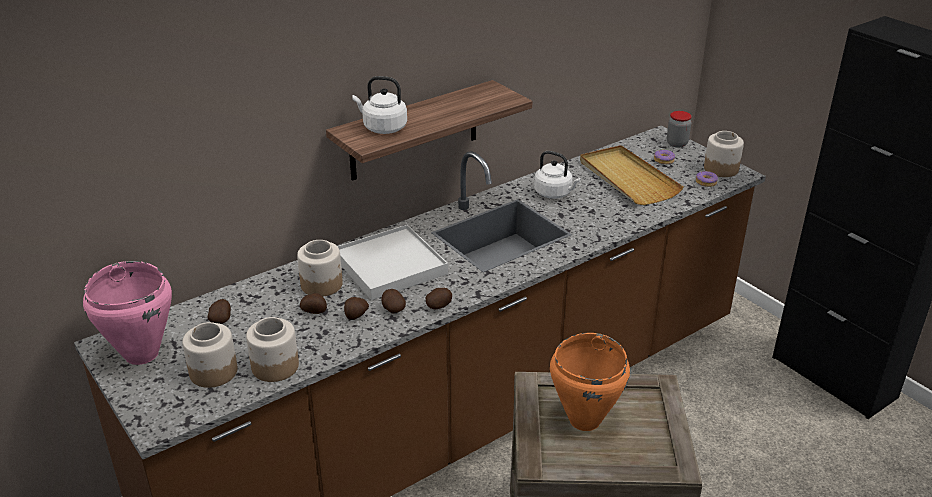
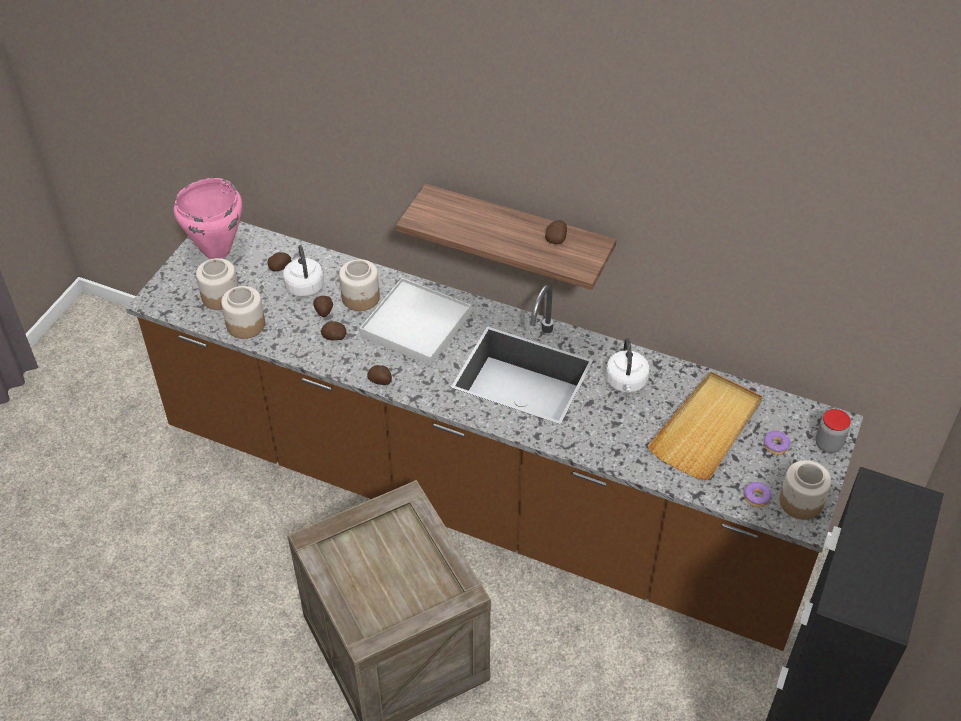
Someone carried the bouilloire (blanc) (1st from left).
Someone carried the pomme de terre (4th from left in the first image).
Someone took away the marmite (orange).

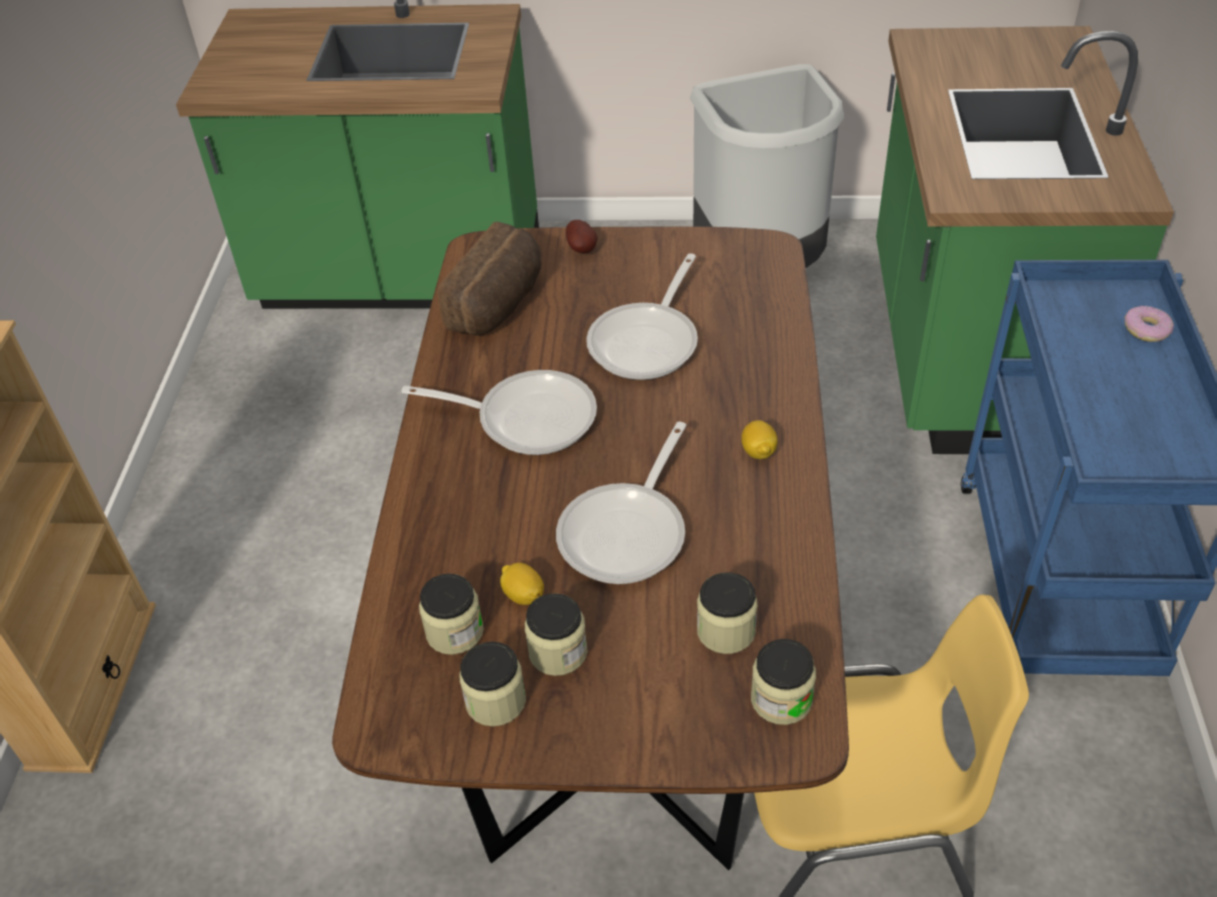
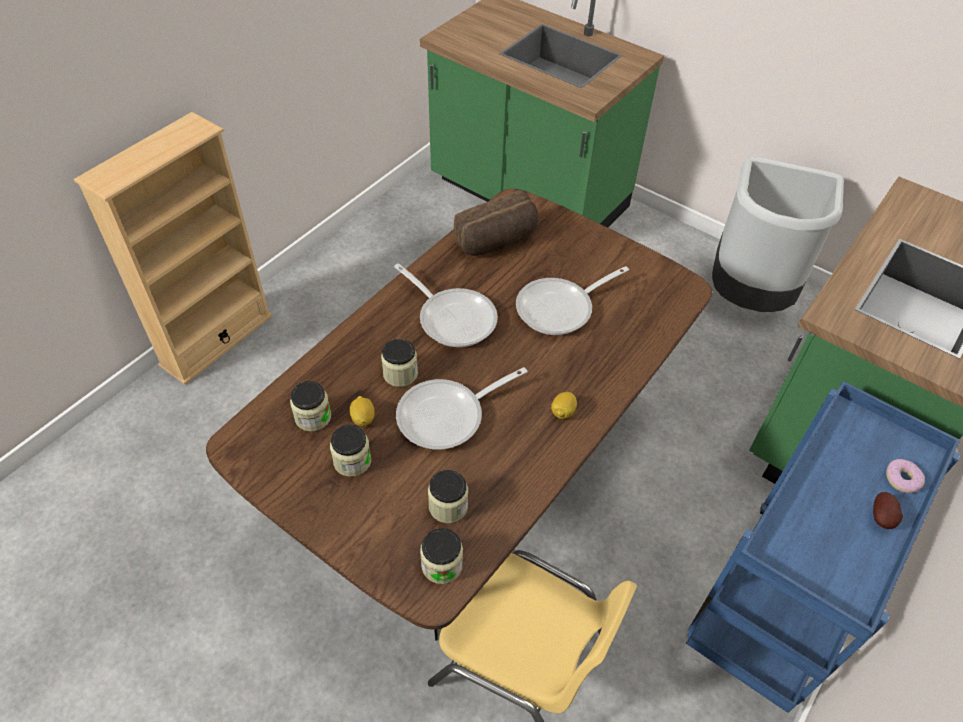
Someone carried the bocal (2nd from left in the first image).
Someone carried the pomme de terre.

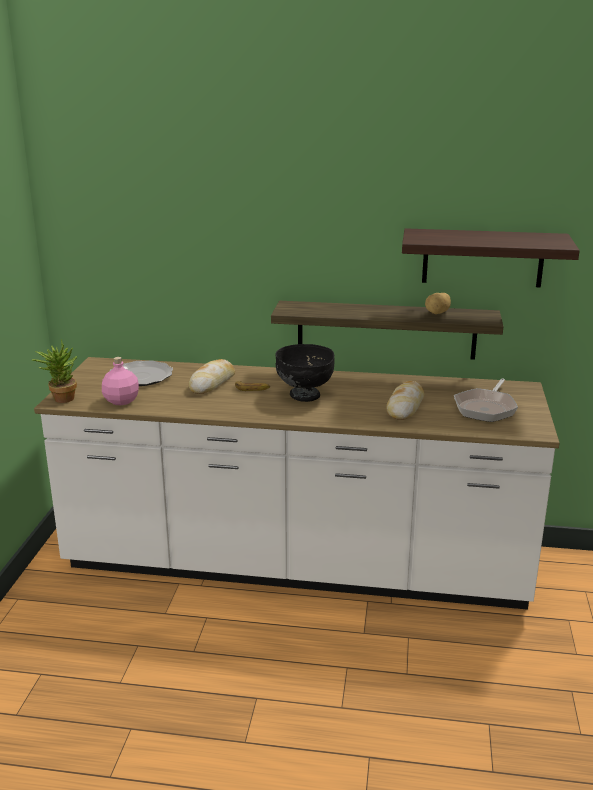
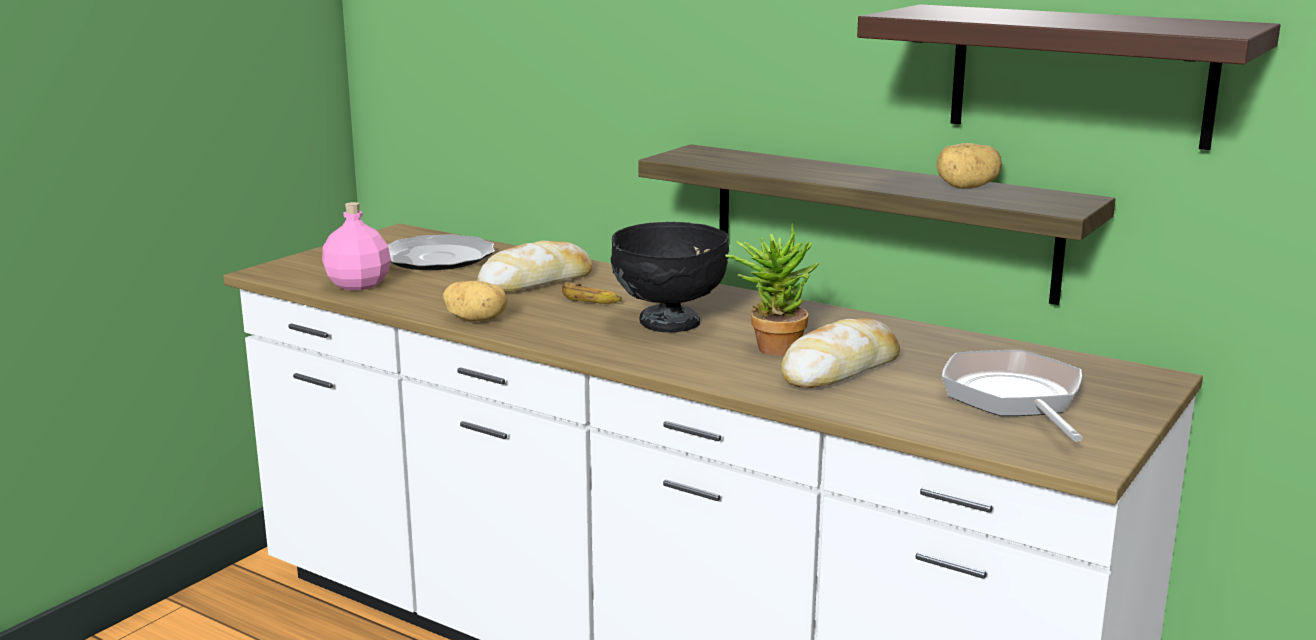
Someone put down the pomme de terre (1st from left).
Someone carried the plante en pot.
Someone rotated the poêle by 120 degrees clockwise.

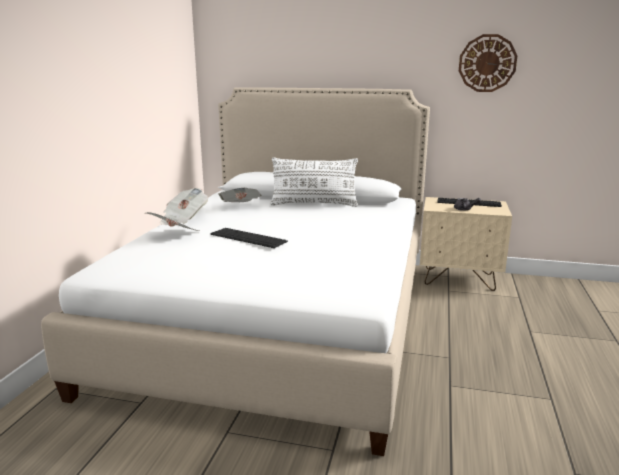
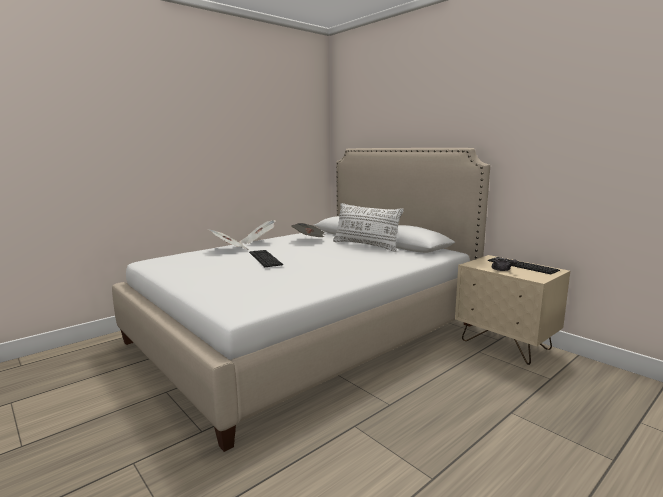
Someone took away the horloge murale.

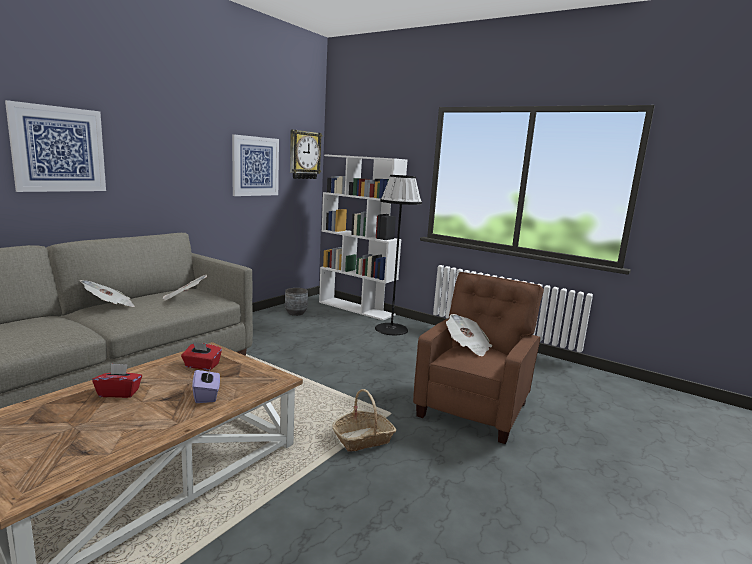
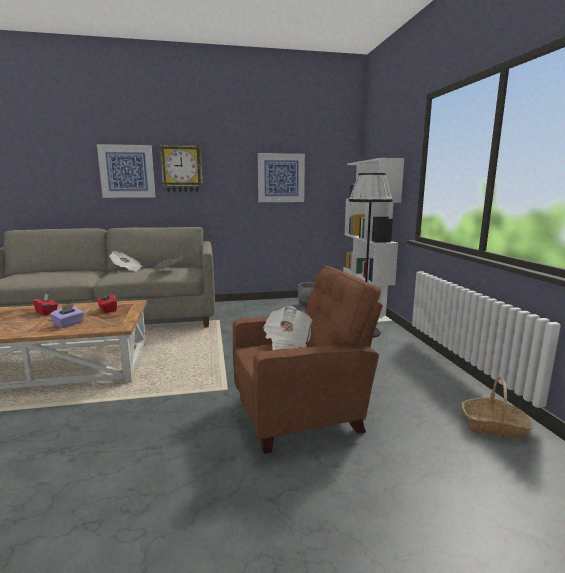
Someone carried the horloge murale.
Someone carried the panier.

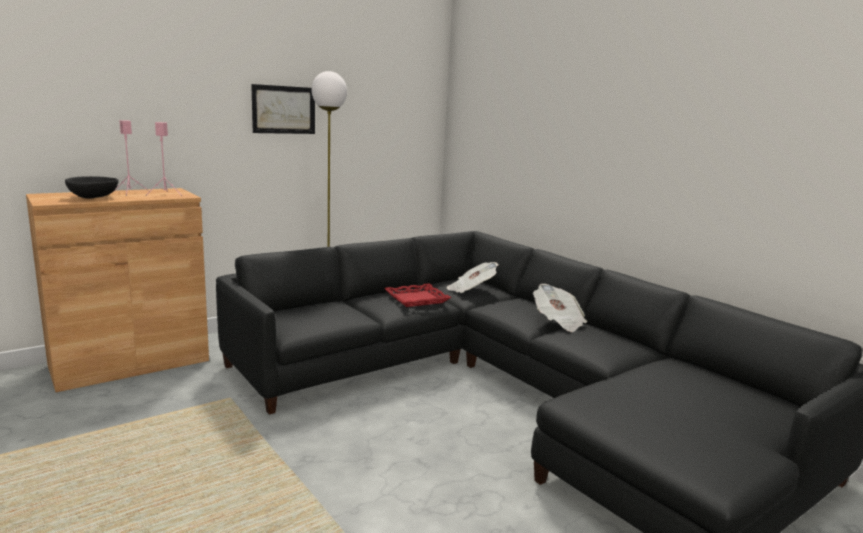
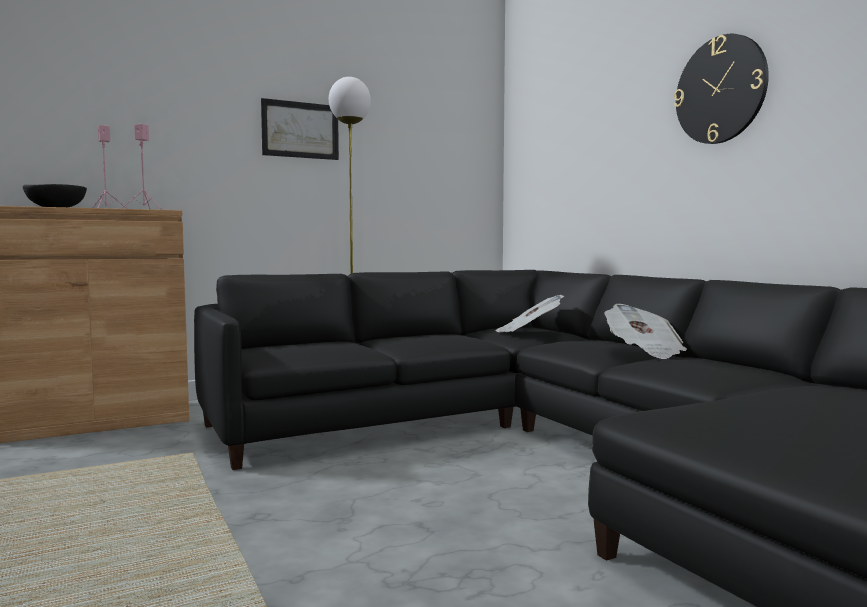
Someone put up the horloge murale.
Someone took away the plateau (rouge).

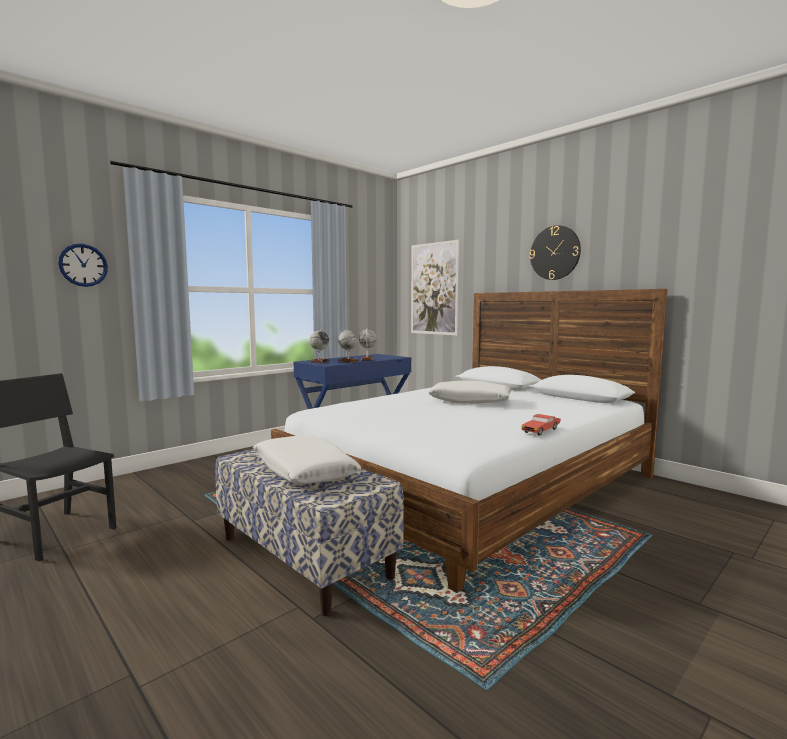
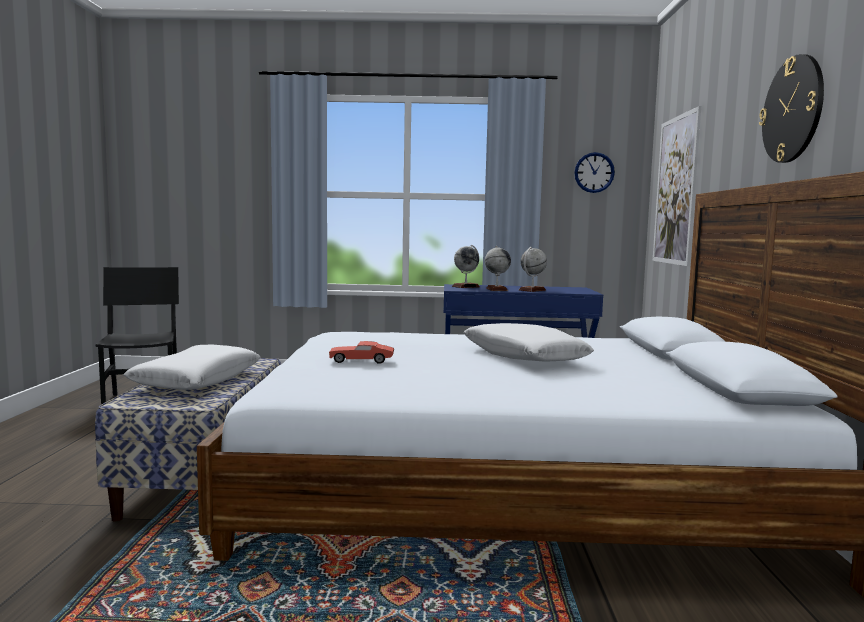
Someone carried the petite voiture (rouge).
Someone carried the horloge murale (1st from left).

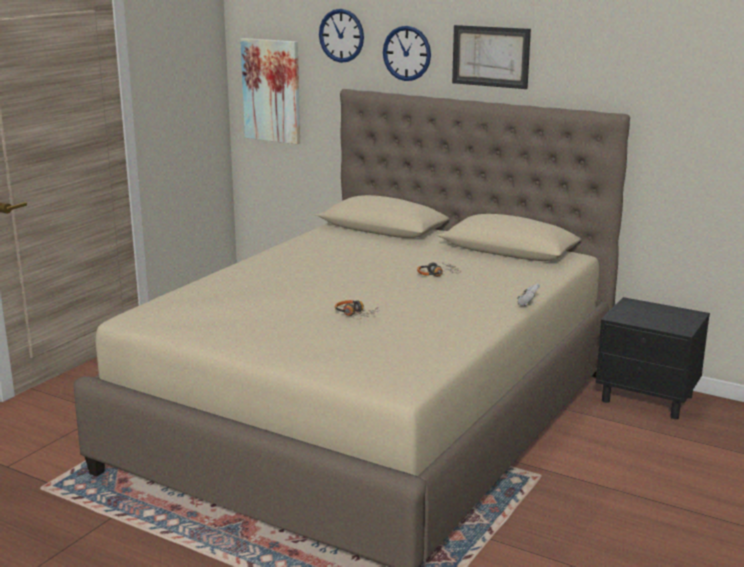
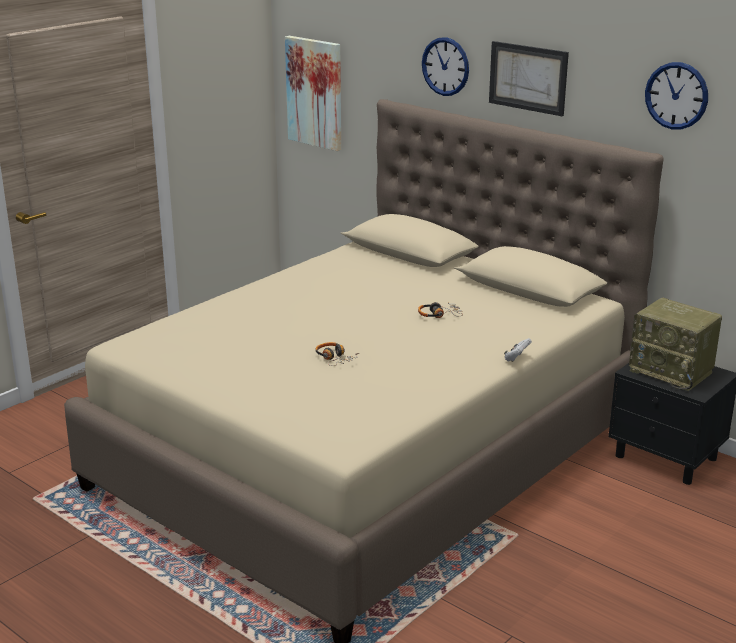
Someone put down the radio.
Someone carried the horloge murale (1st from left in the first image).

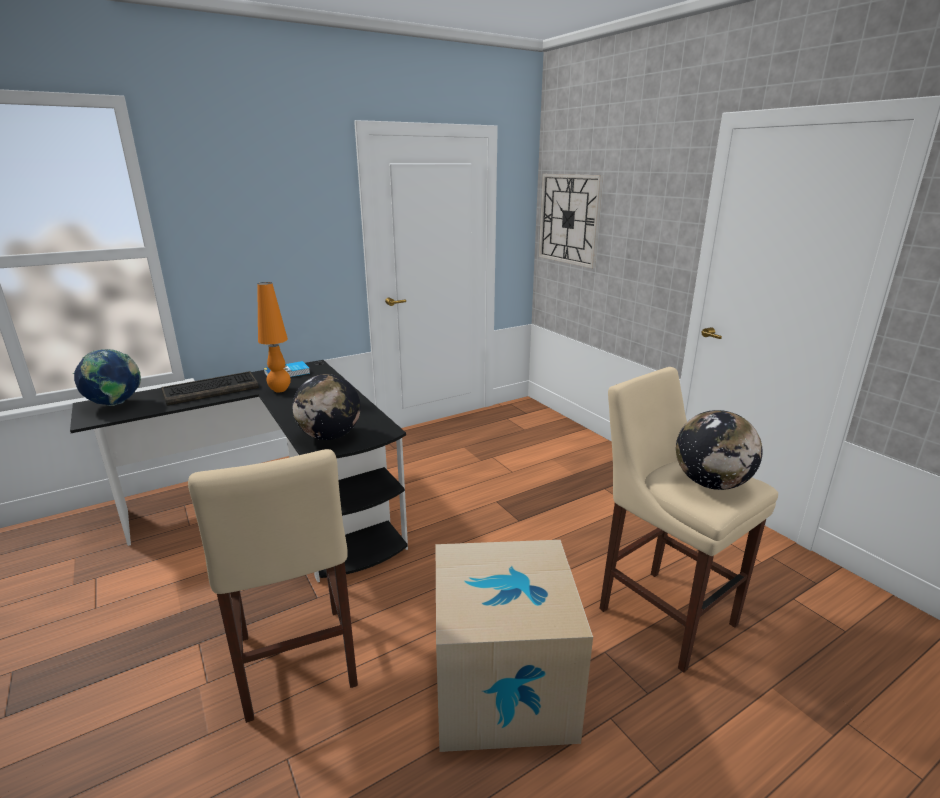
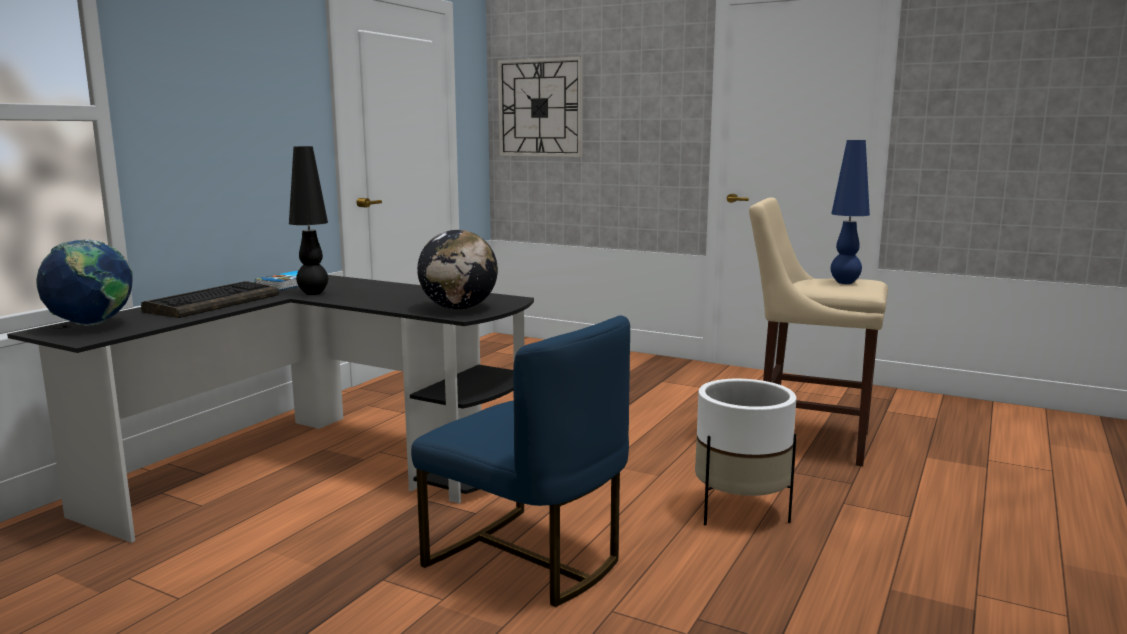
Someone repainted the lampe de table (orange), which became the lampe de table (noir).
Someone swapped the tabouret (beige) (1st from left) for the chaise (bleu).
Someone swapped the carton for the cache-pot (blanc).
Someone swapped the globe (3rd from left) for the lampe de table (bleu).

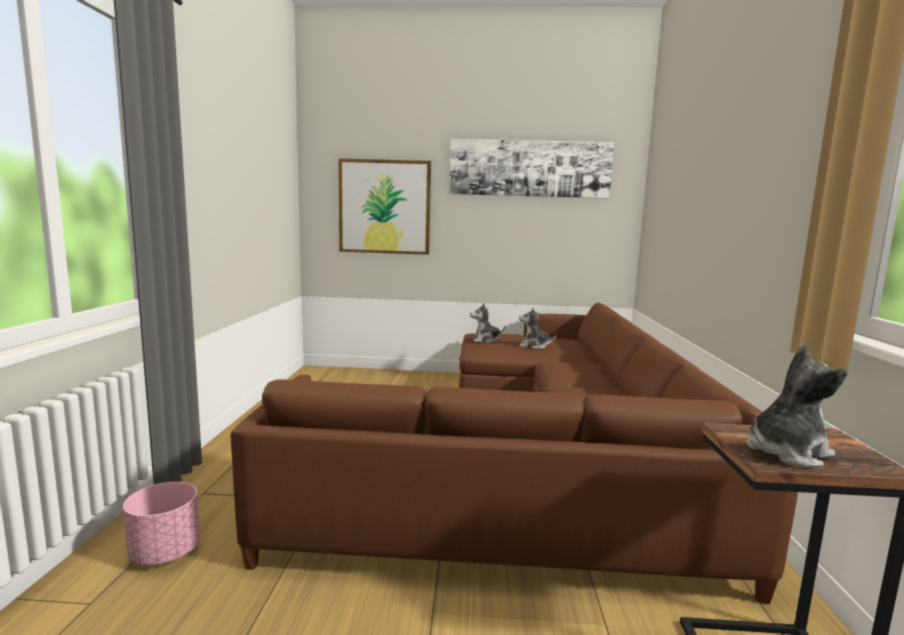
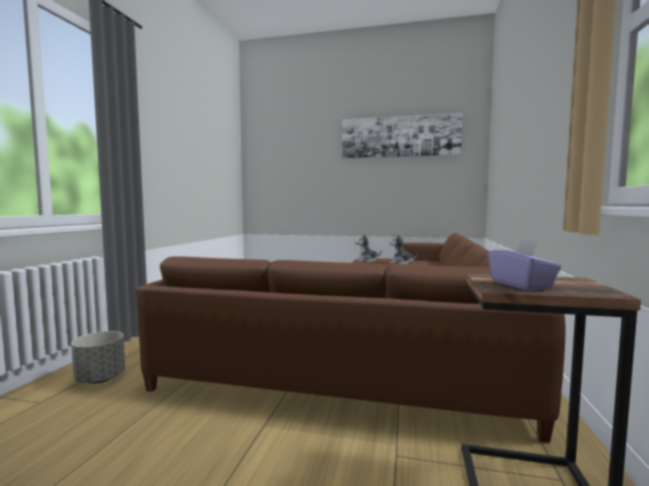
Someone repainted the cache-pot (rose), which became the cache-pot (gris).
Someone swapped the peluche (3rd from left) for the boîte à mouchoirs (violet).
Someone took away the tableau (1st from left).

